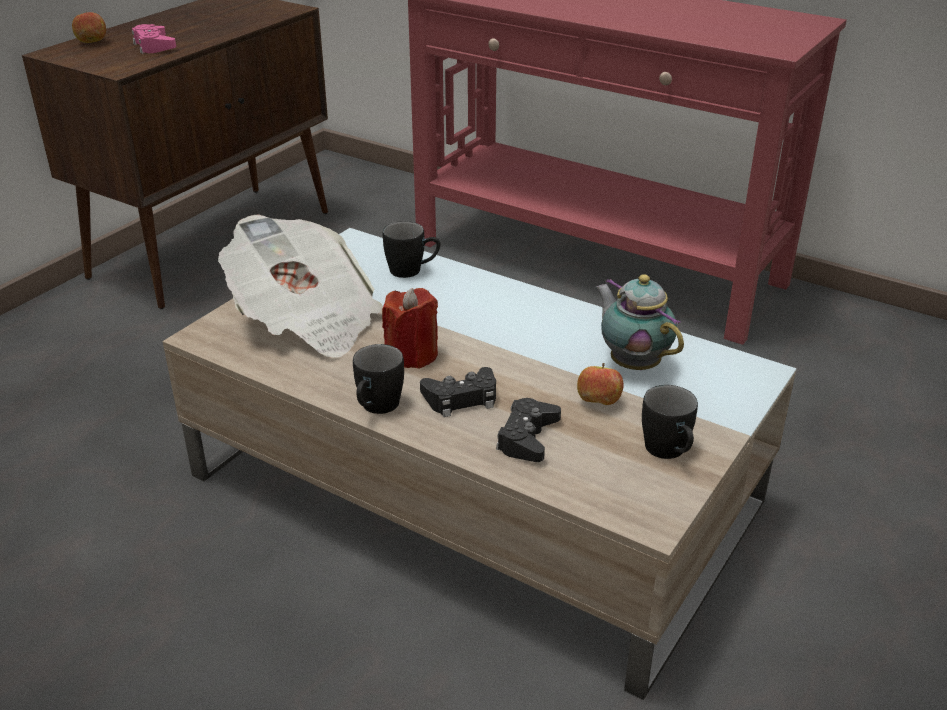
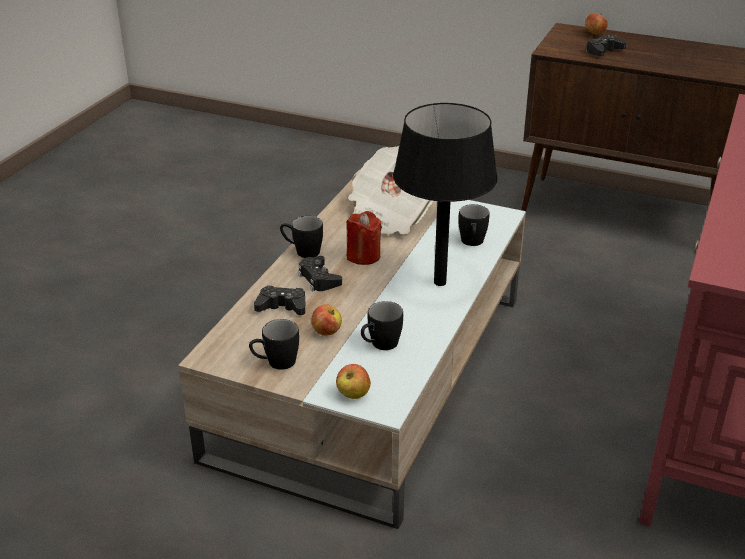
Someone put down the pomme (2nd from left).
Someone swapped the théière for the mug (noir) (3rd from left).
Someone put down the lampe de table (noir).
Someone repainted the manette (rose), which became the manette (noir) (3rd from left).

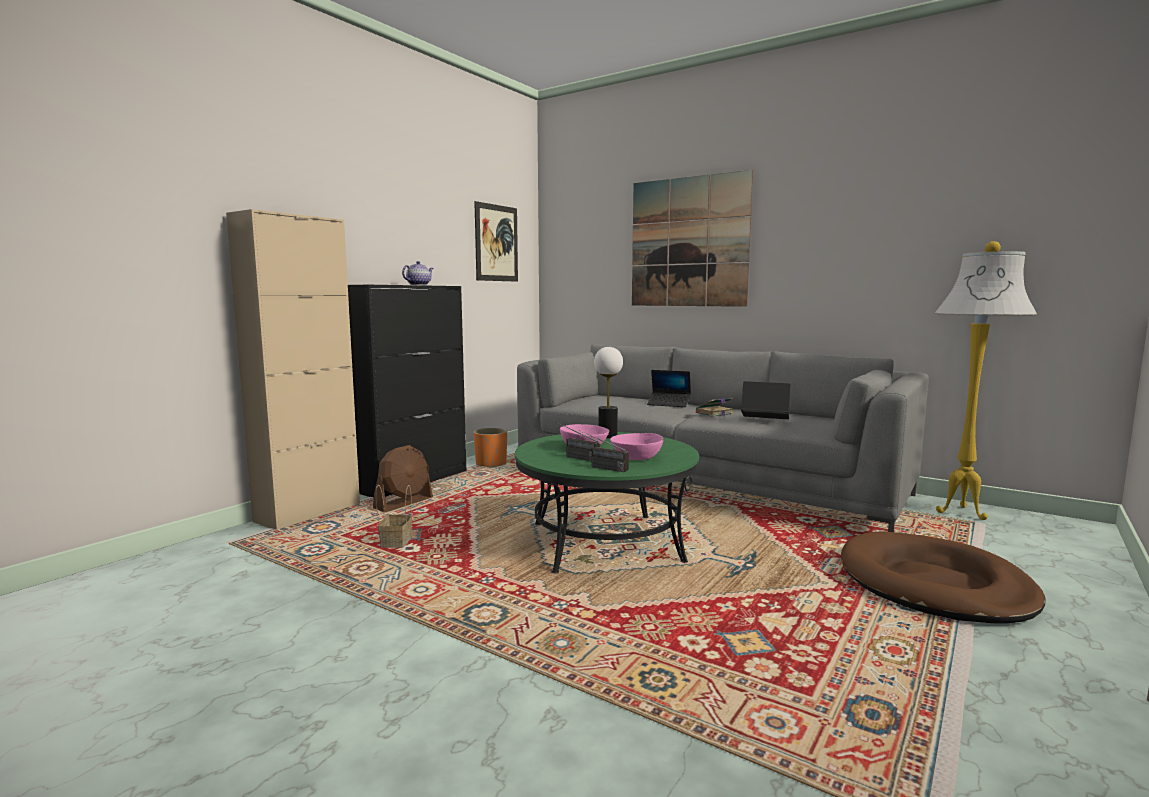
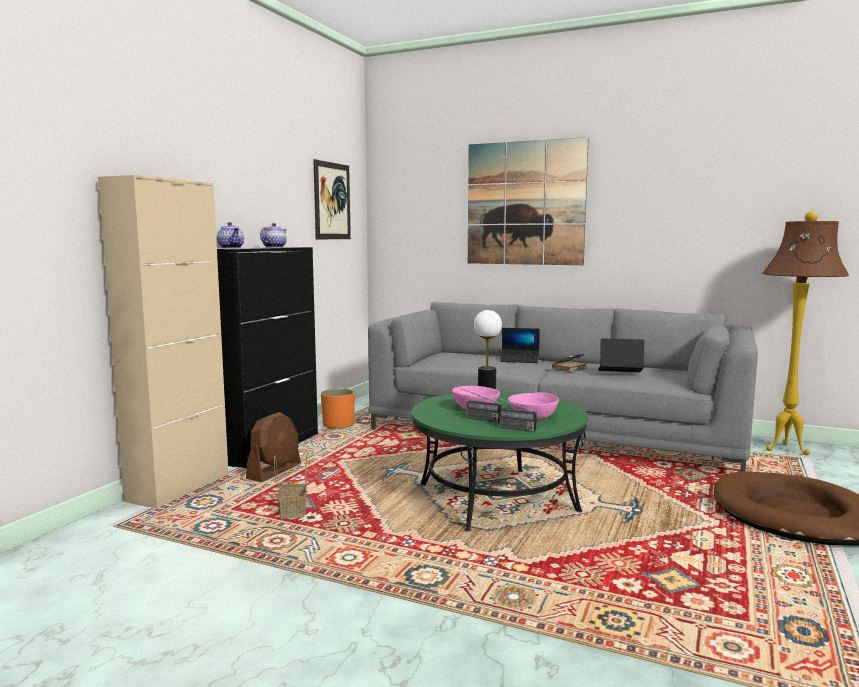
Someone put down the théière (1st from left).
Someone repainted the lampadaire (blanc), which became the lampadaire (marron).

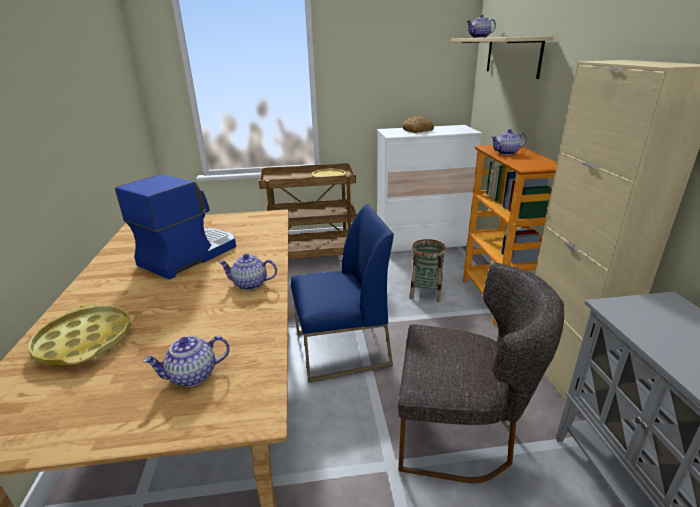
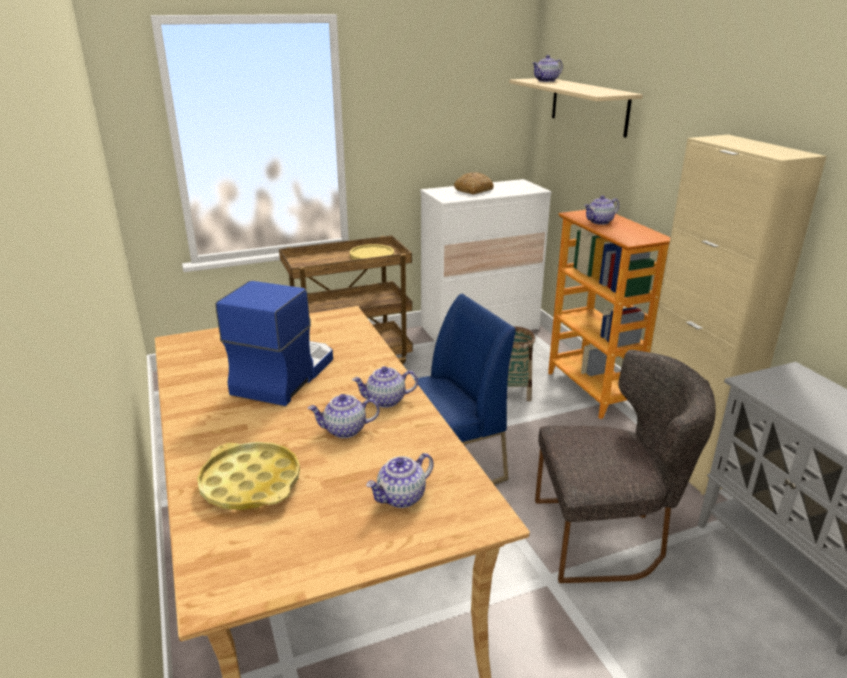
Someone put down the théière (1st from left).

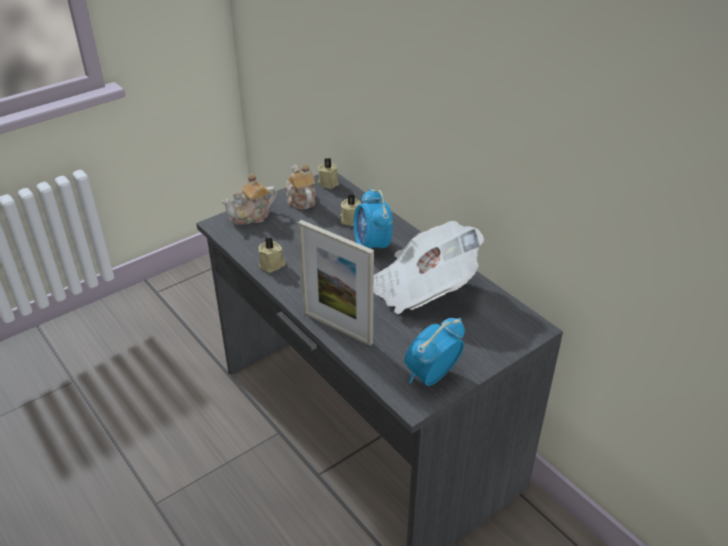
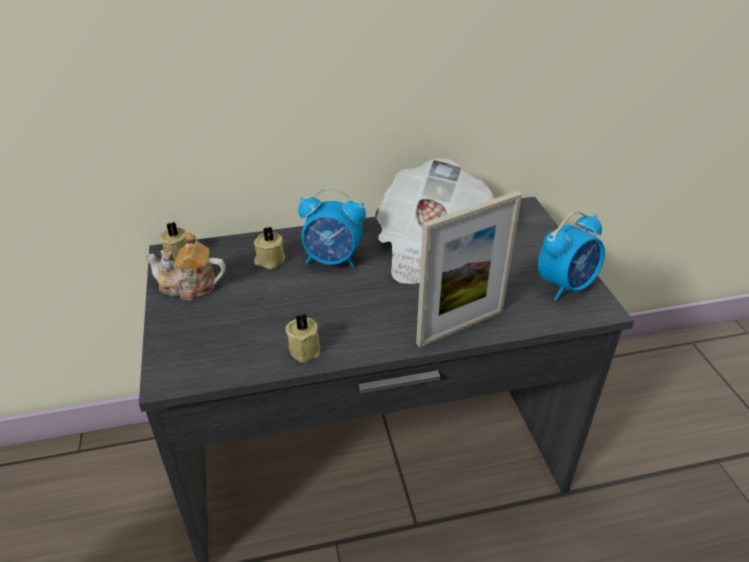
Someone rotated the réveil (2nd from left) by 105 degrees counterclockwise.
Someone took away the théière (1st from left).

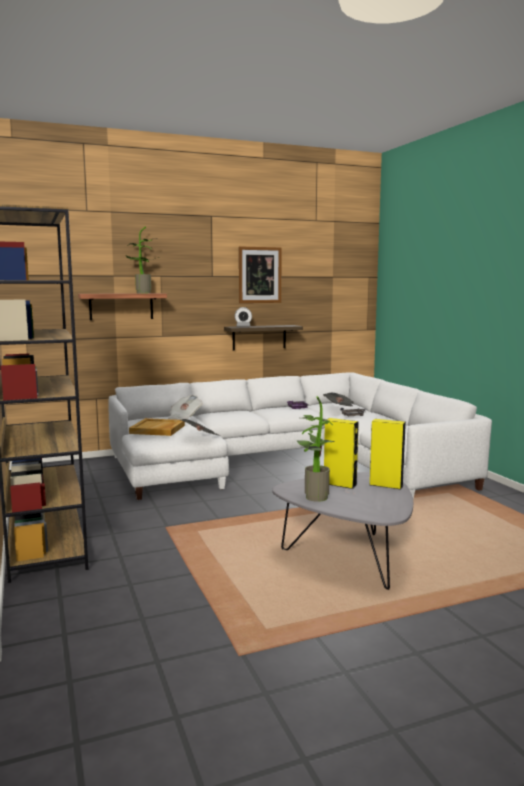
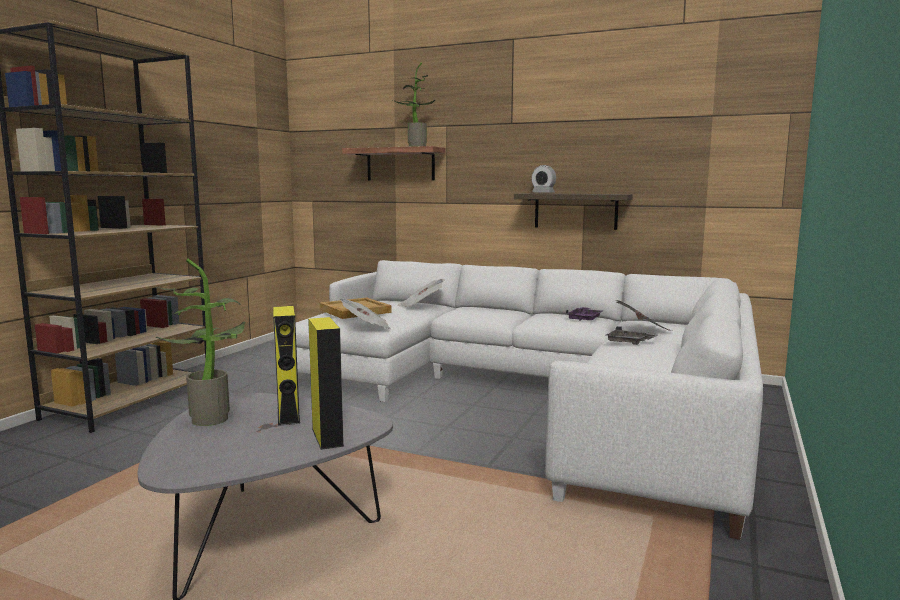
Someone took away the tableau.

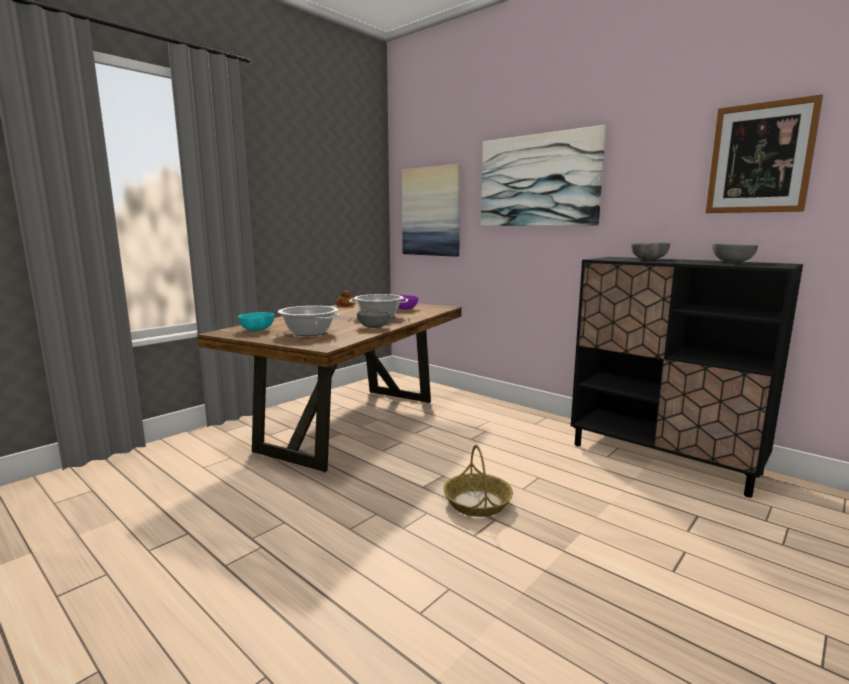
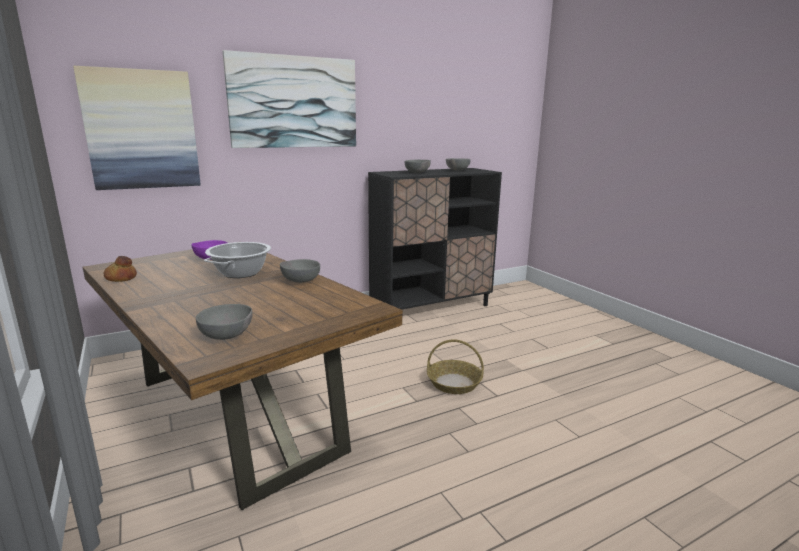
Someone repainted the bol (turquoise), which became the bol (gris) (1st from left).
Someone took away the marmite (1st from left).
Someone took away the tableau (3rd from left).

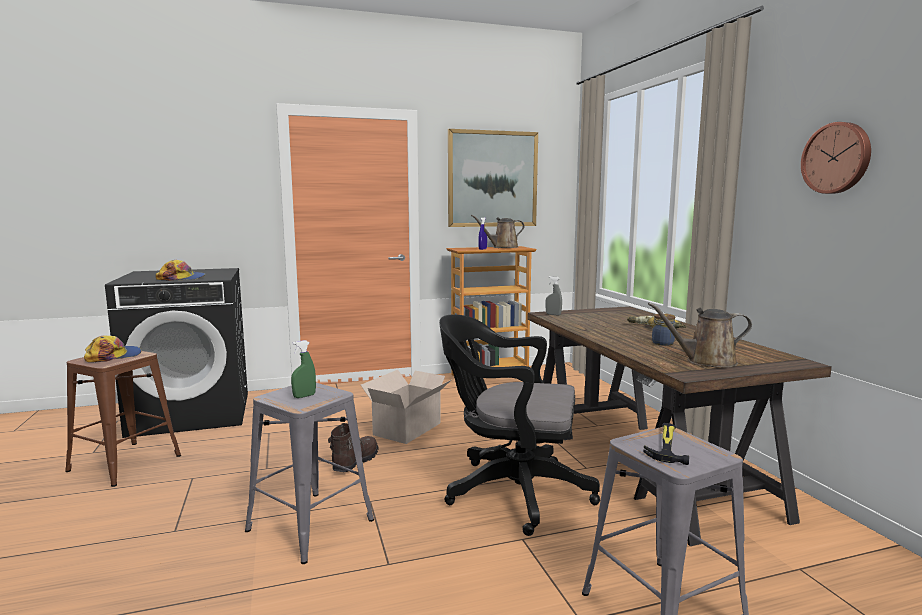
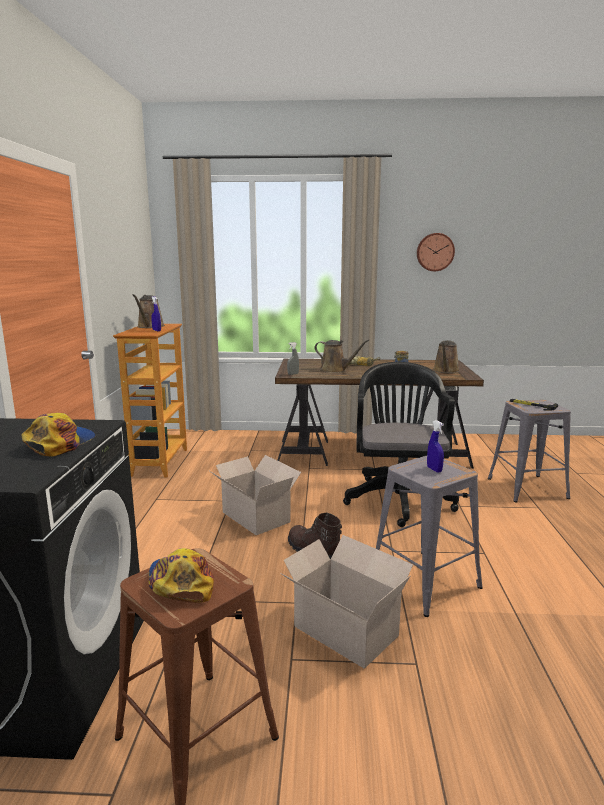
Someone put down the carton (2nd from left).
Someone put down the arrosoir (marron) (2nd from left).
Someone rotated the chaise de bureau (noir) by 150 degrees clockwise.
Someone repainted the vaporisateur (vert), which became the vaporisateur (bleu) (2nd from left).
Someone took away the tableau.

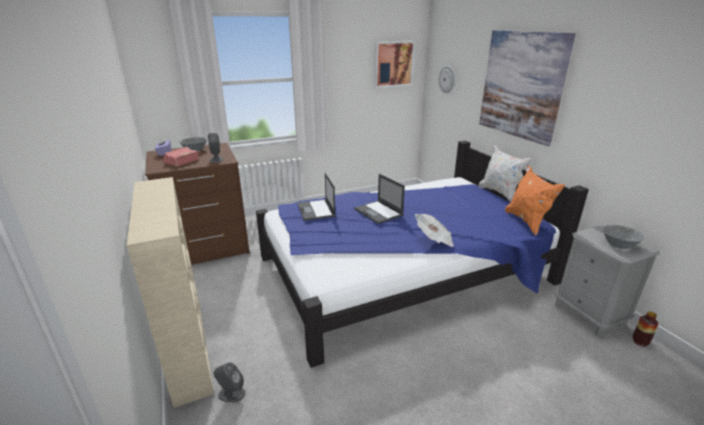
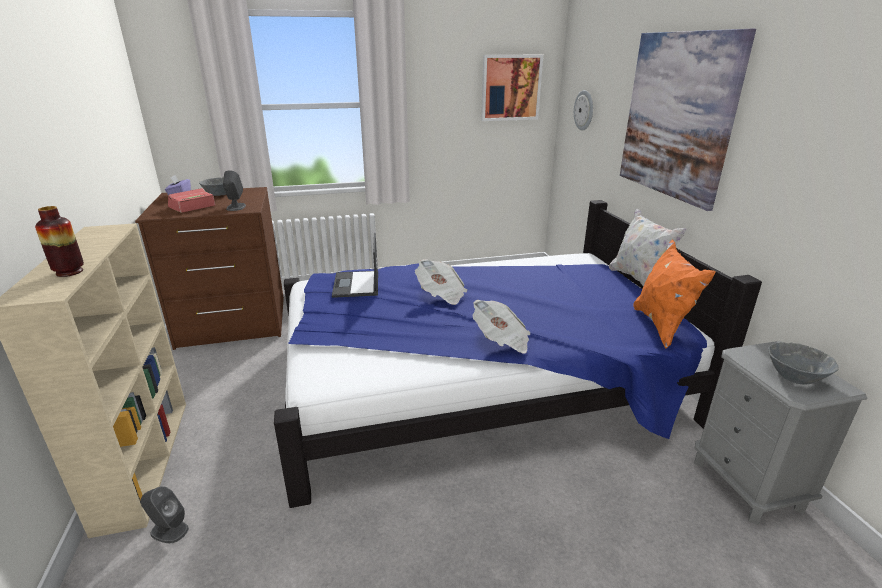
Someone carried the vase.
Someone swapped the ordinateur portable (2nd from left) for the journal (1st from left).

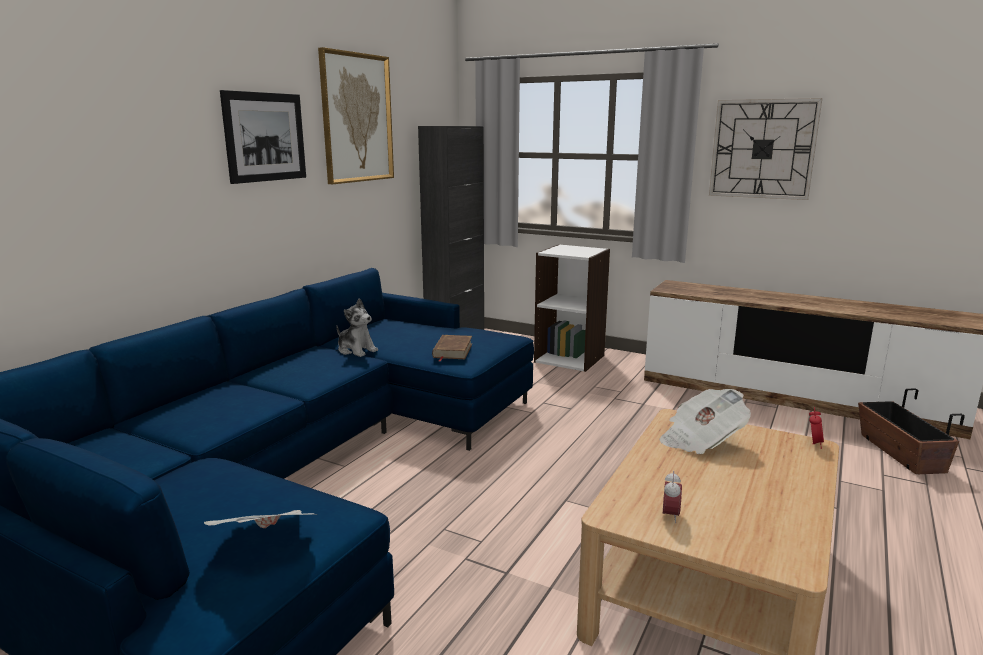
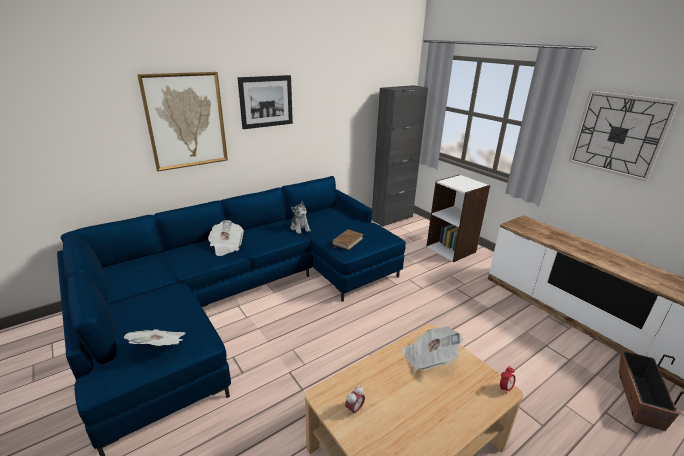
Someone carried the tableau (2nd from left in the first image).
Someone put down the journal (2nd from left).

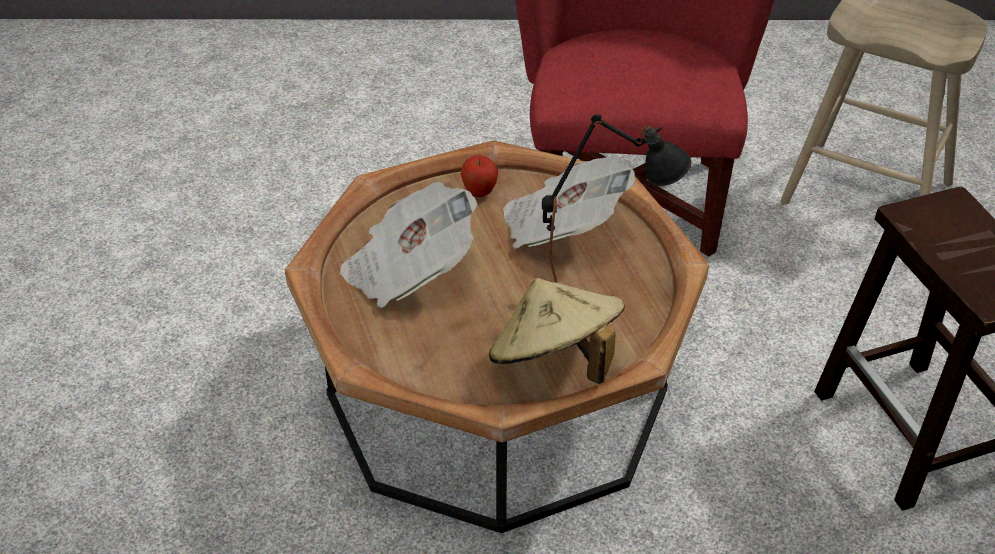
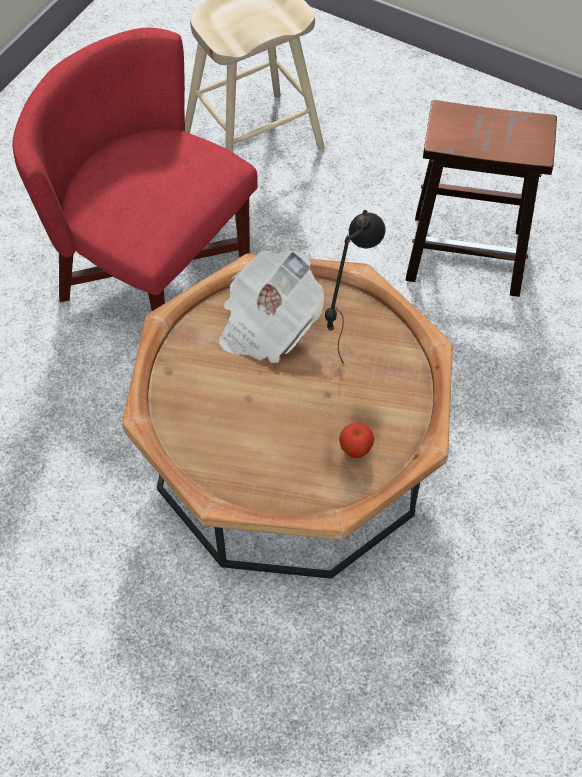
Someone carried the pomme.
Someone took away the journal (1st from left).
Someone took away the chapeau (beige).

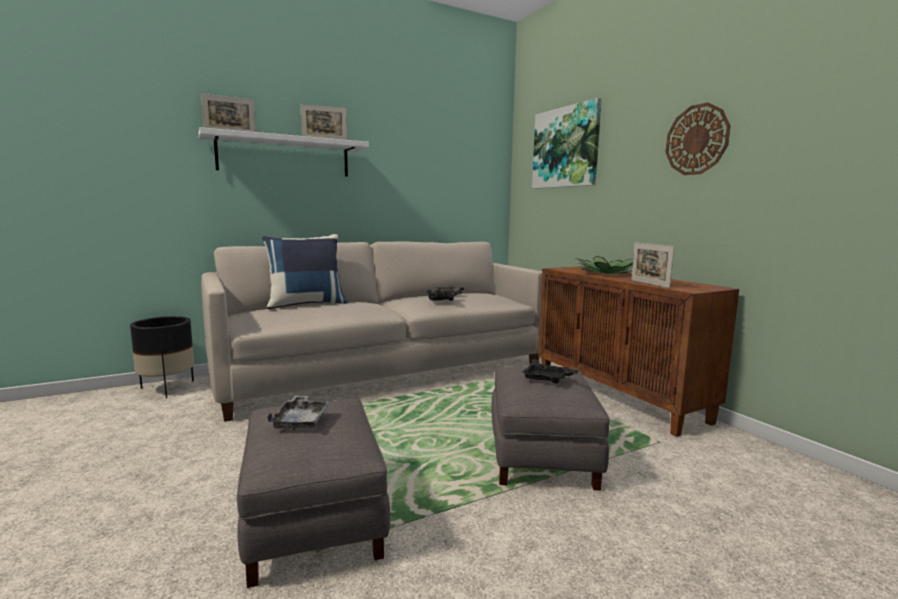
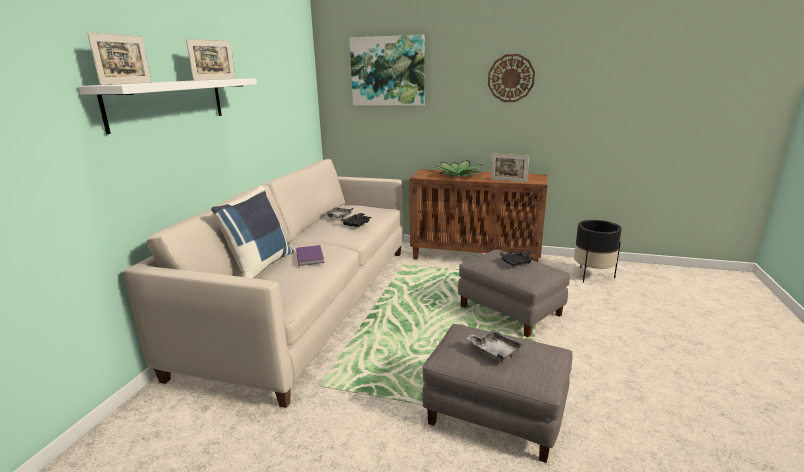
Someone put down the livre (violet).
Someone carried the cache-pot (noir).

